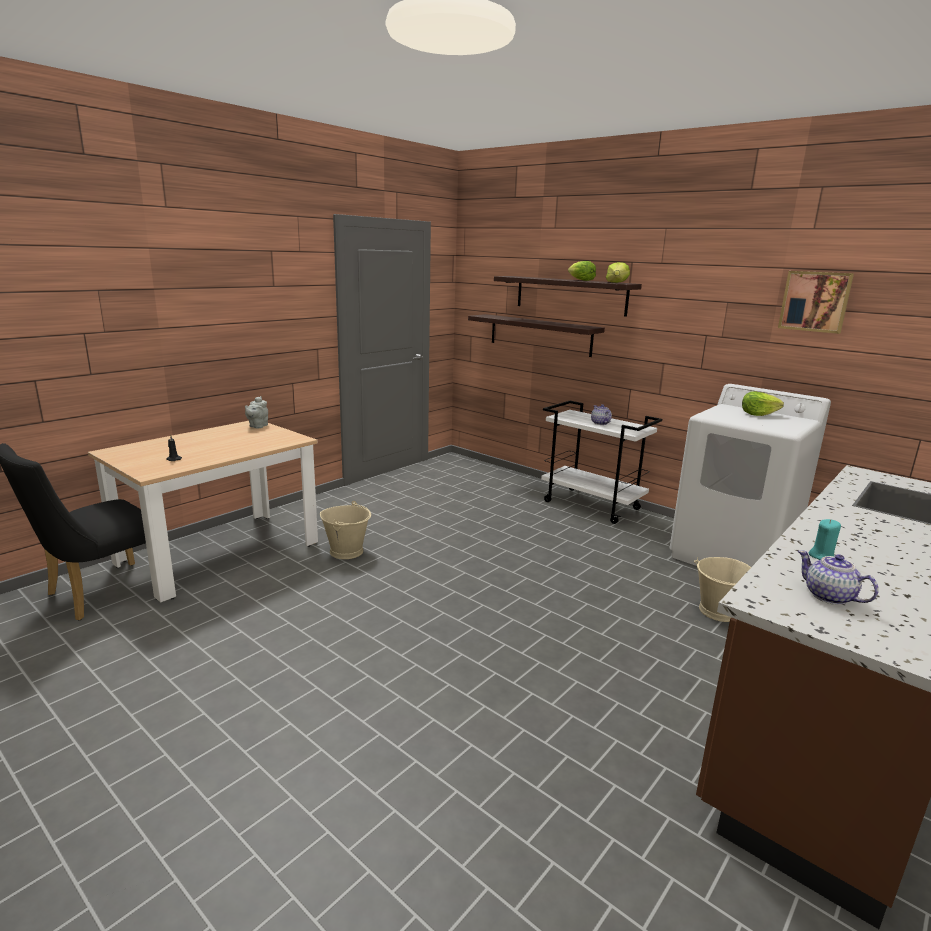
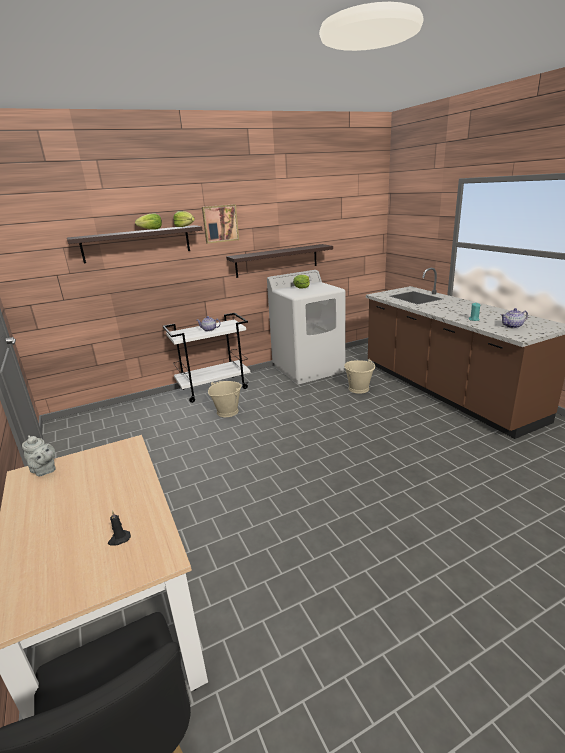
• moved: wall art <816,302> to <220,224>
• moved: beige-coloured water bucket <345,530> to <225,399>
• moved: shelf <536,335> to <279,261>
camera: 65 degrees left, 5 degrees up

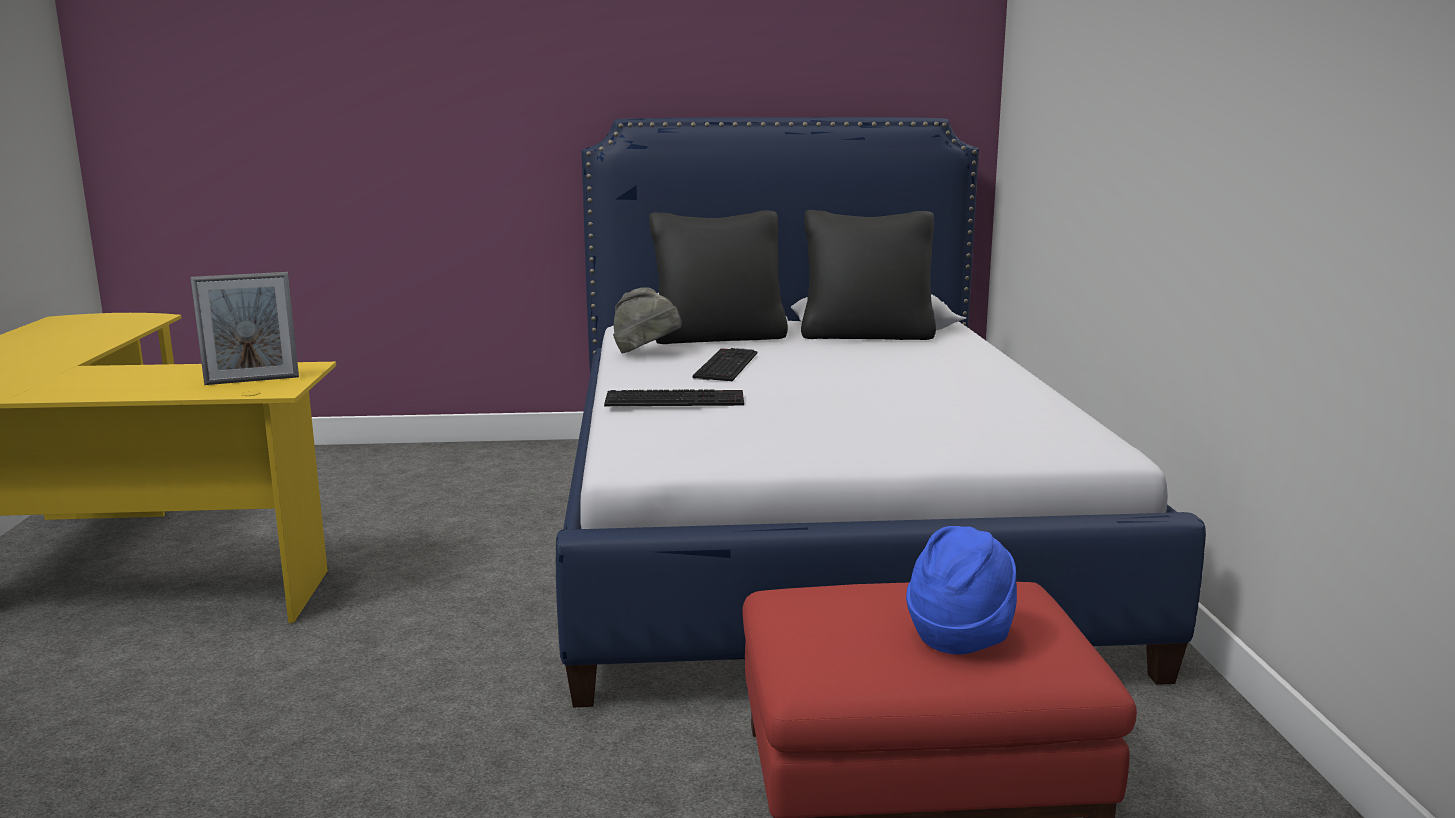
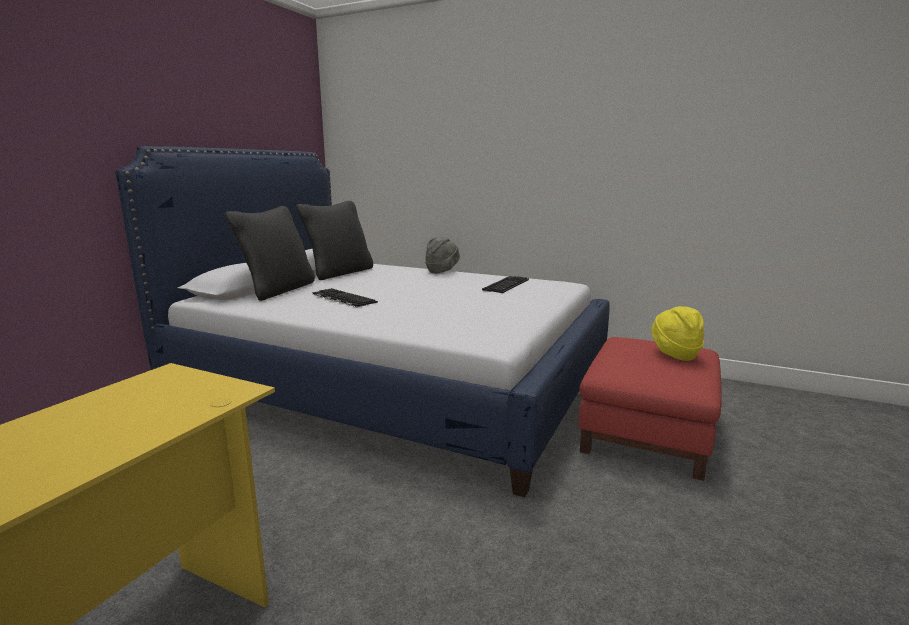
• moved: gray wearable hat <647,320> to <442,255>
• moved: PC keyboard <674,397> to <505,284>
• recoloured: blue wearable hat <961,590> to yellow-coloured wearable hat <677,333>
• removed: standing frame <244,328>
camera: 60 degrees left, 0 degrees up

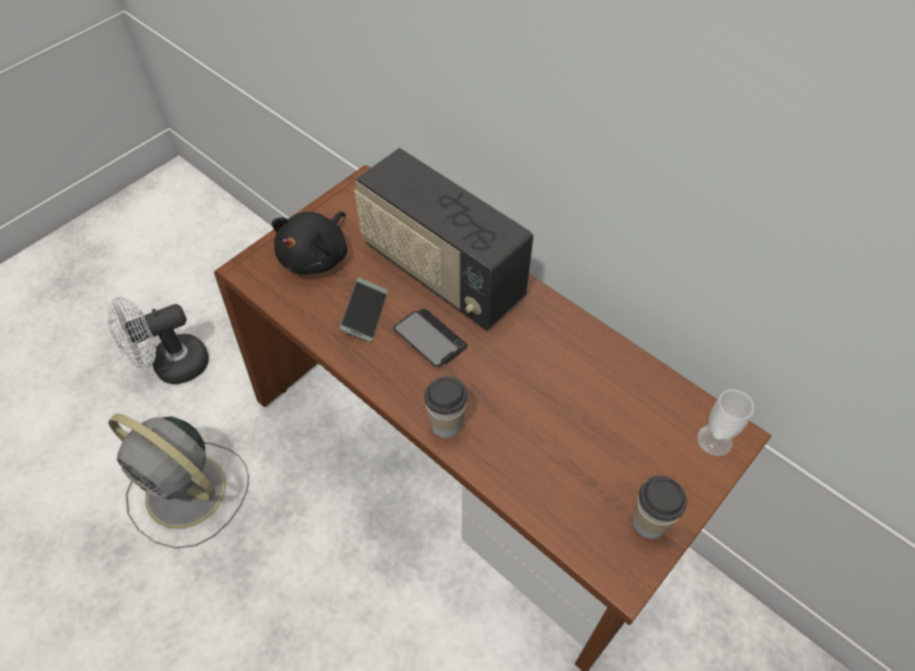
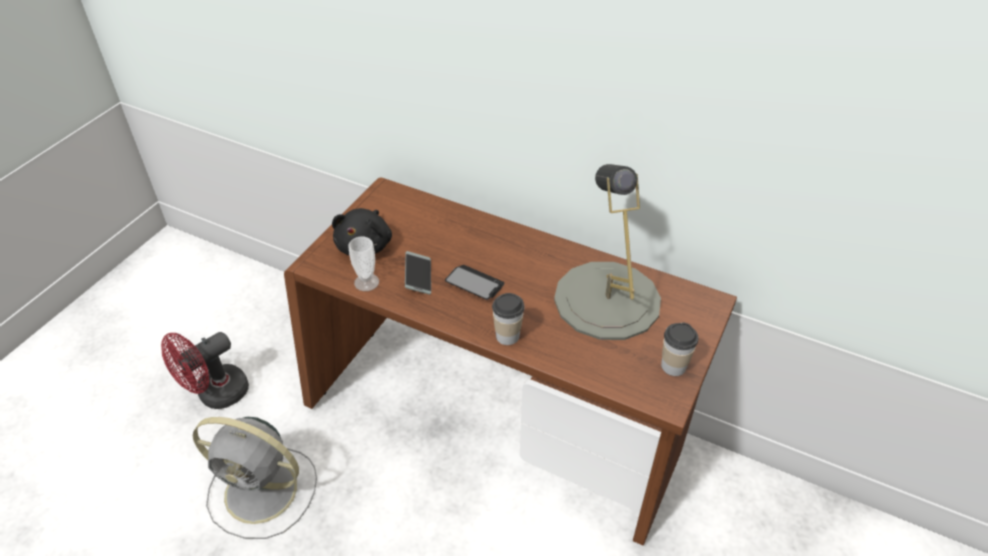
• recoloured: white cooling fan <158,340> to red cooling fan <205,370>
• moved: drinking cup <726,422> to <363,263>
• added: gray table lamp <607,252>
• removed: radio set <443,239>
camera: 15 degrees left, 10 degrees down

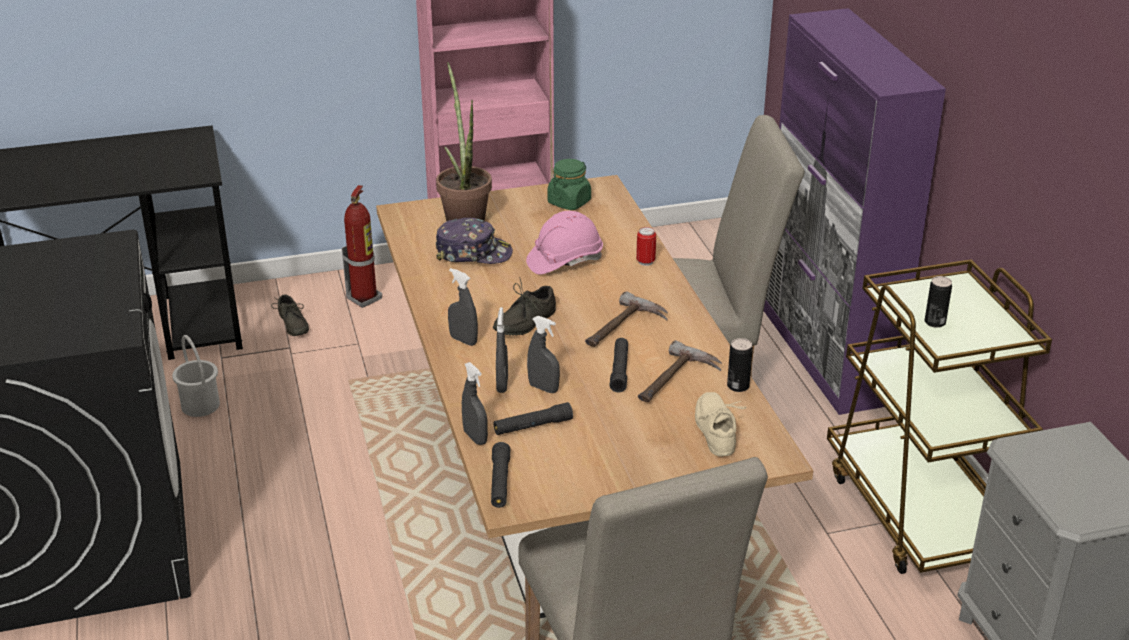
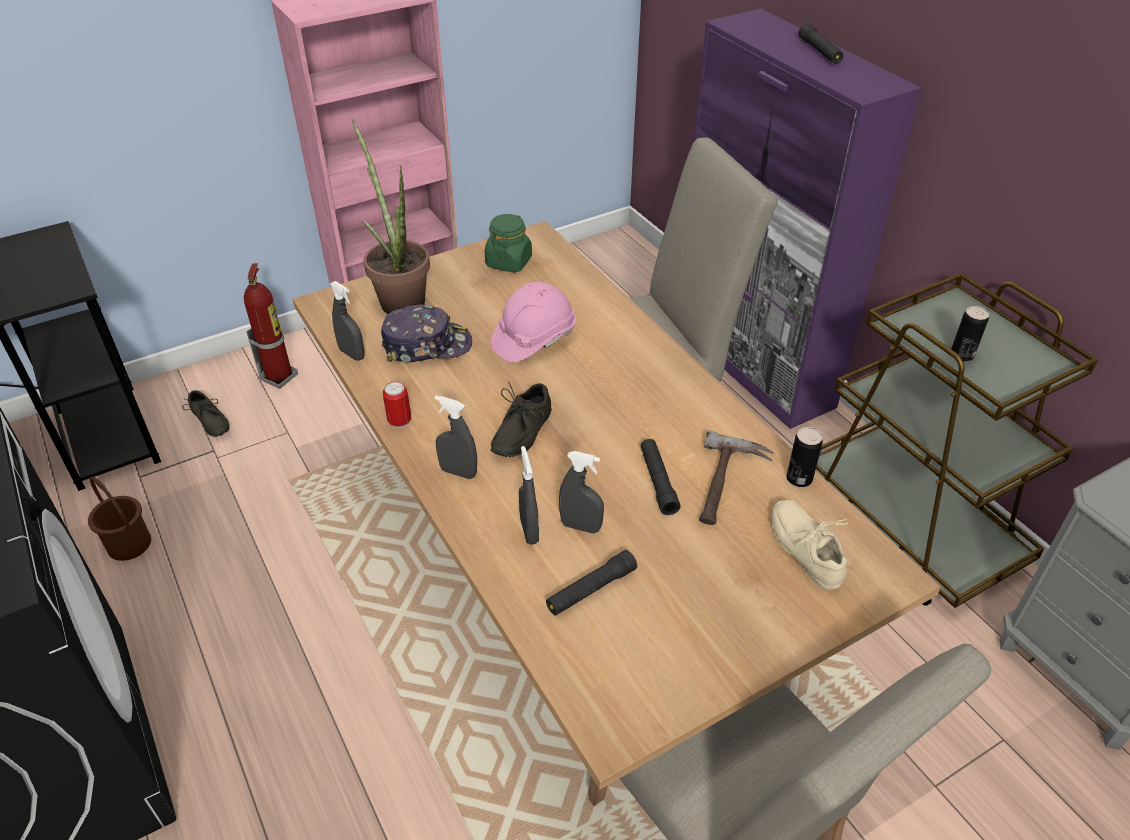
• recoloured: white water bucket <196,376> to brownish water bucket <119,518>
• moved: gray sprayer <475,403> to <347,320>
• moved: metal can <646,246> to <397,405>
• moved: black-coloured flashlight <500,475> to <821,43>
• removed: hammer <626,319>
camera: 15 degrees left, 10 degrees up

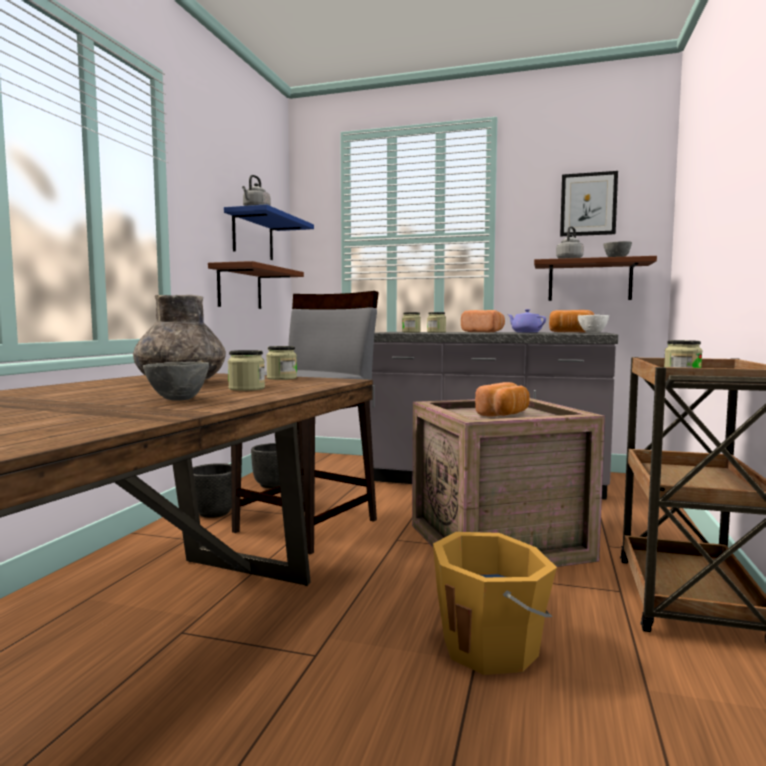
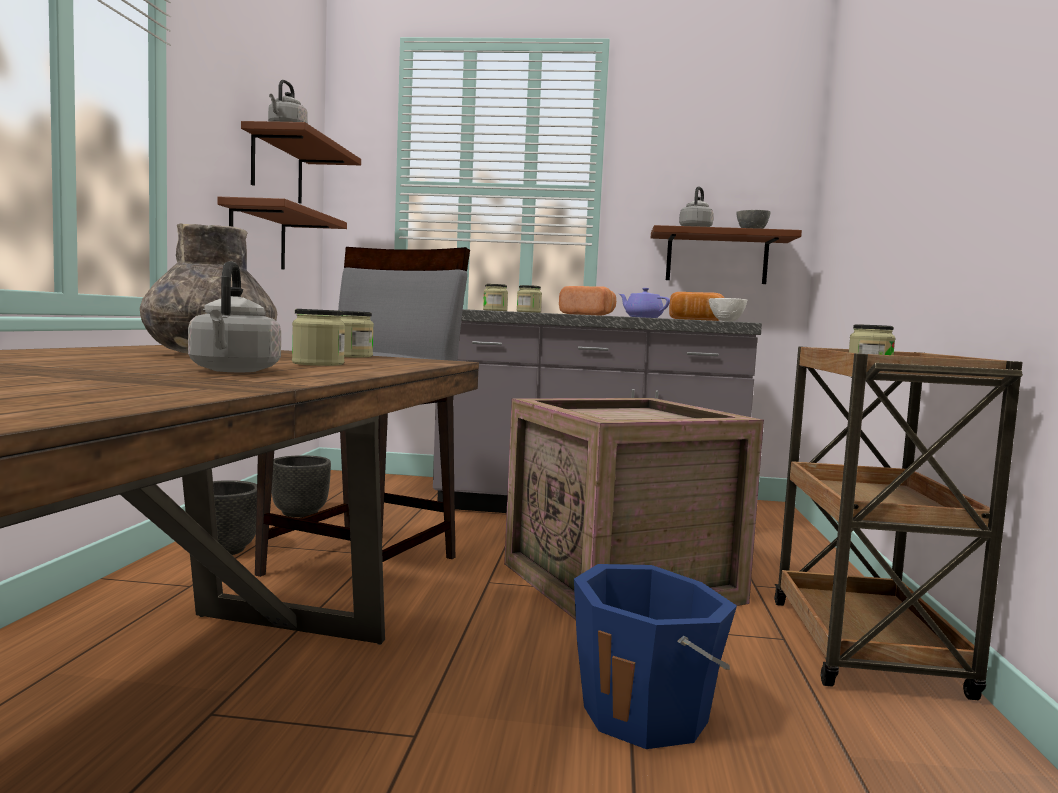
• replaced: gray deep dish <176,381> to gray tea kettle <234,316>
• recoloured: blue shelf <269,232> to brownish shelf <301,162>
• recoloured: orange-coloured water bucket <495,603> to blue water bucket <655,656>
• removed: baked bread <502,399>
• removed: wall art <589,203>
camera: 10 degrees left, 0 degrees up

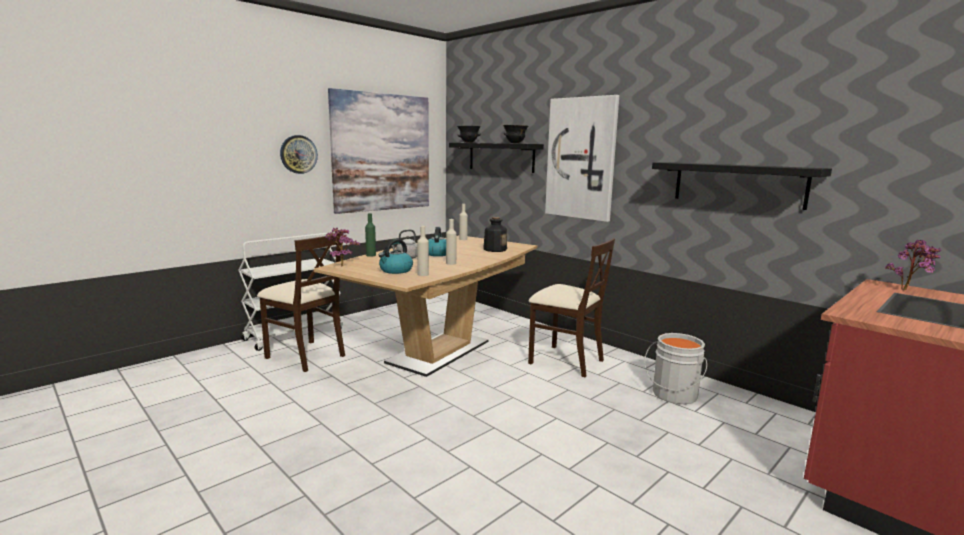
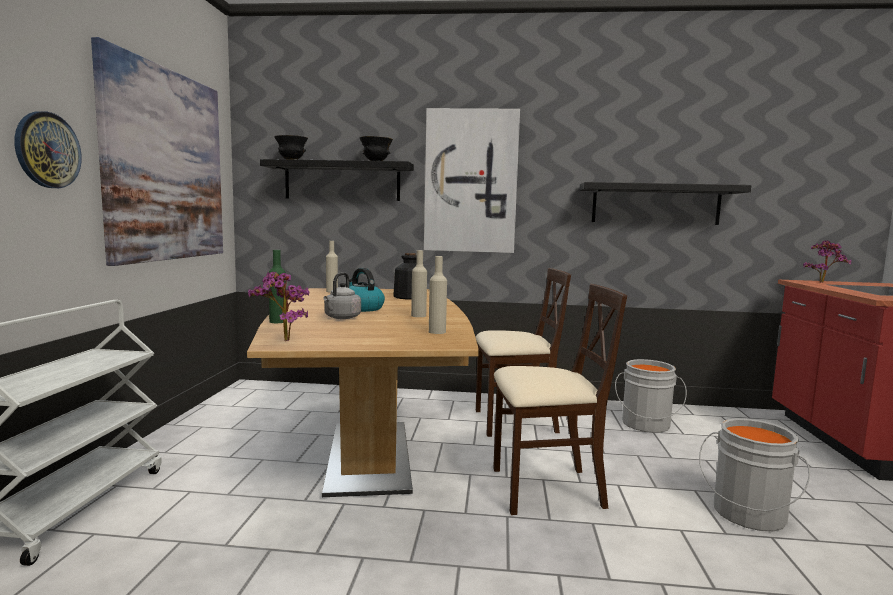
• moved: beige-coloured plain chair <301,303> to <560,399>
• added: gray water bucket <754,474>
• removed: tea kettle <396,256>
camera: 40 degrees left, 5 degrees down

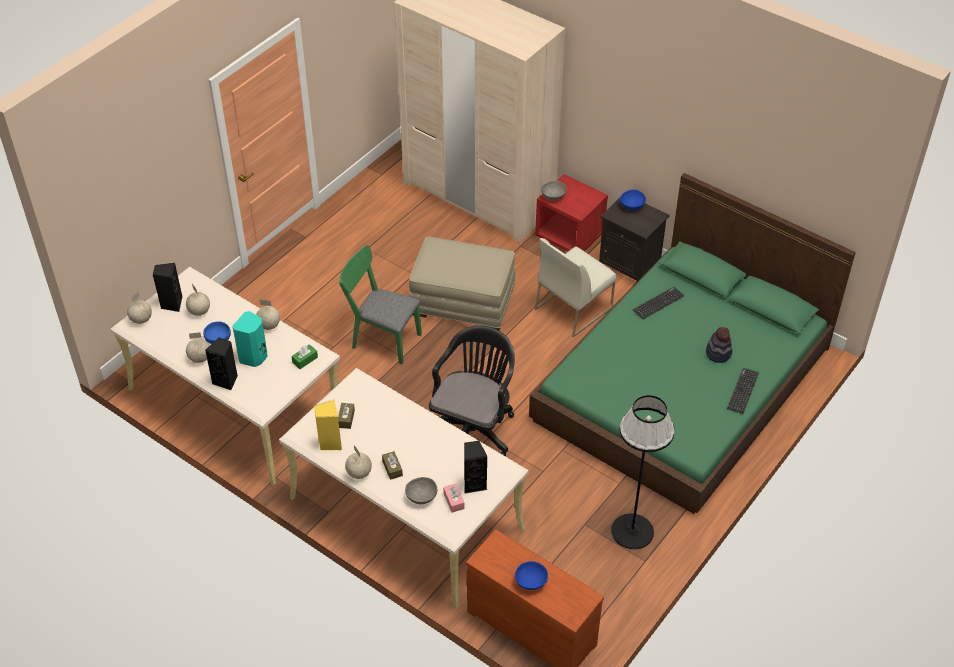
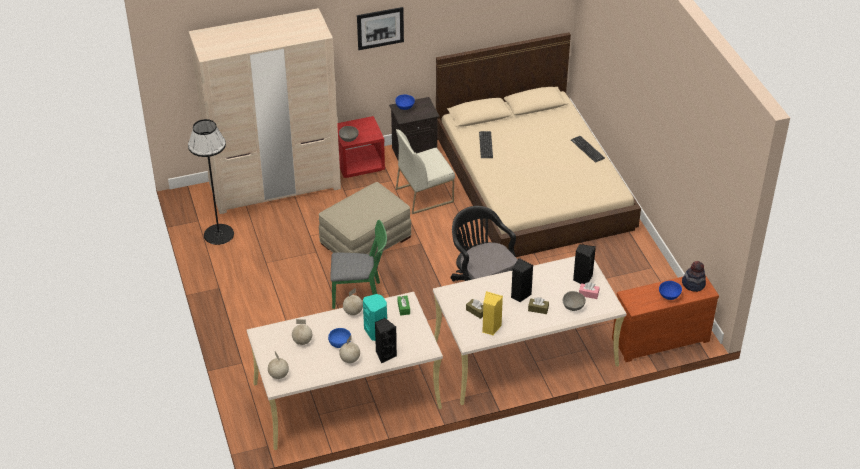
• moved: black-coloured standard lamp <643,472> to <211,182>
• turned: green plain chair <380,304> = <358,264> 150 degrees counterclockwise
• added: wall art <380,28>
• turned: white plain chair <576,287> = <425,171> 75 degrees clockwise
• recoloured: green bedroom bed <692,343> to beige-coloured bedroom bed <538,144>
• moved: black-coloured audio speaker <168,287> to <522,280>
• moved: wearable hat <719,345> to <694,276>
• removed: world globe <358,462>
camera: 55 degrees left, 5 degrees down

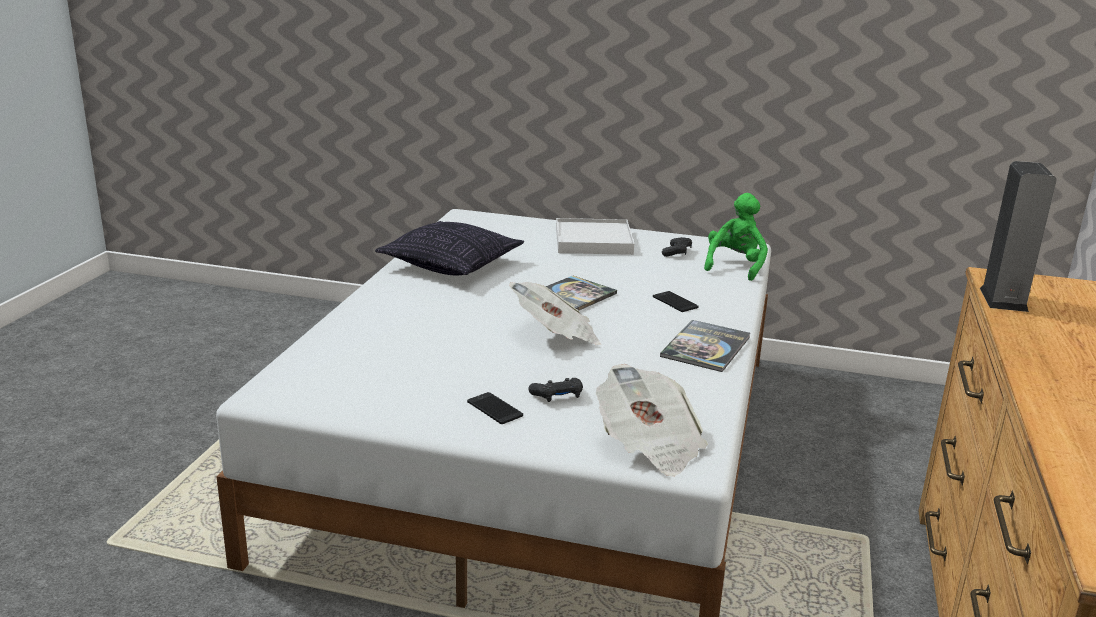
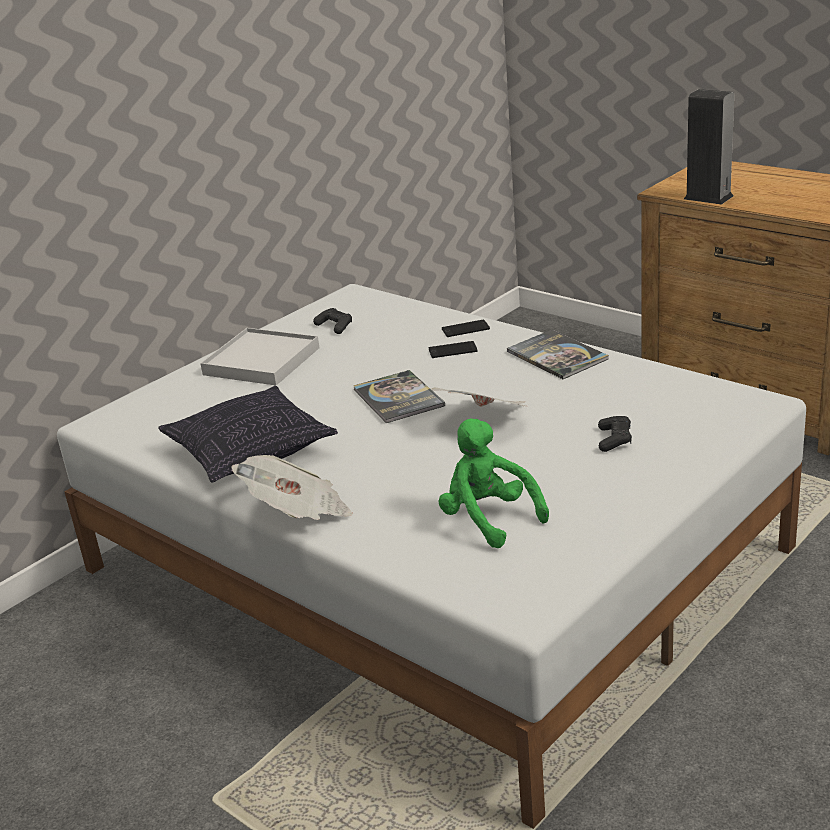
• moved: printed paper <652,420> to <292,487>
• moved: green cuddly toy <736,237> to <494,483>
• moved: handset <495,408> to <466,328>
camera: 60 degrees left, 5 degrees up

